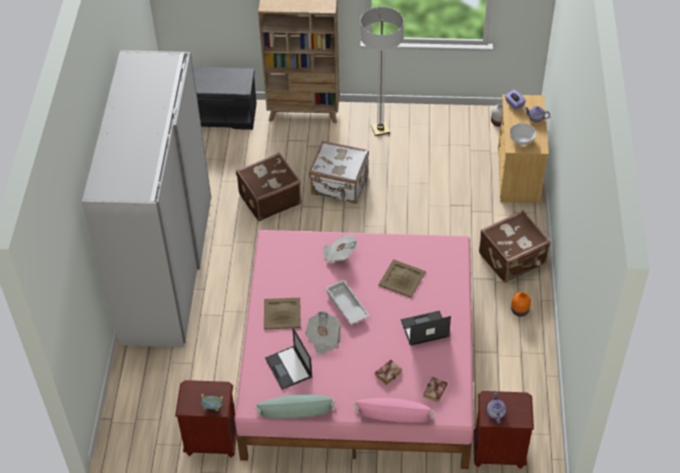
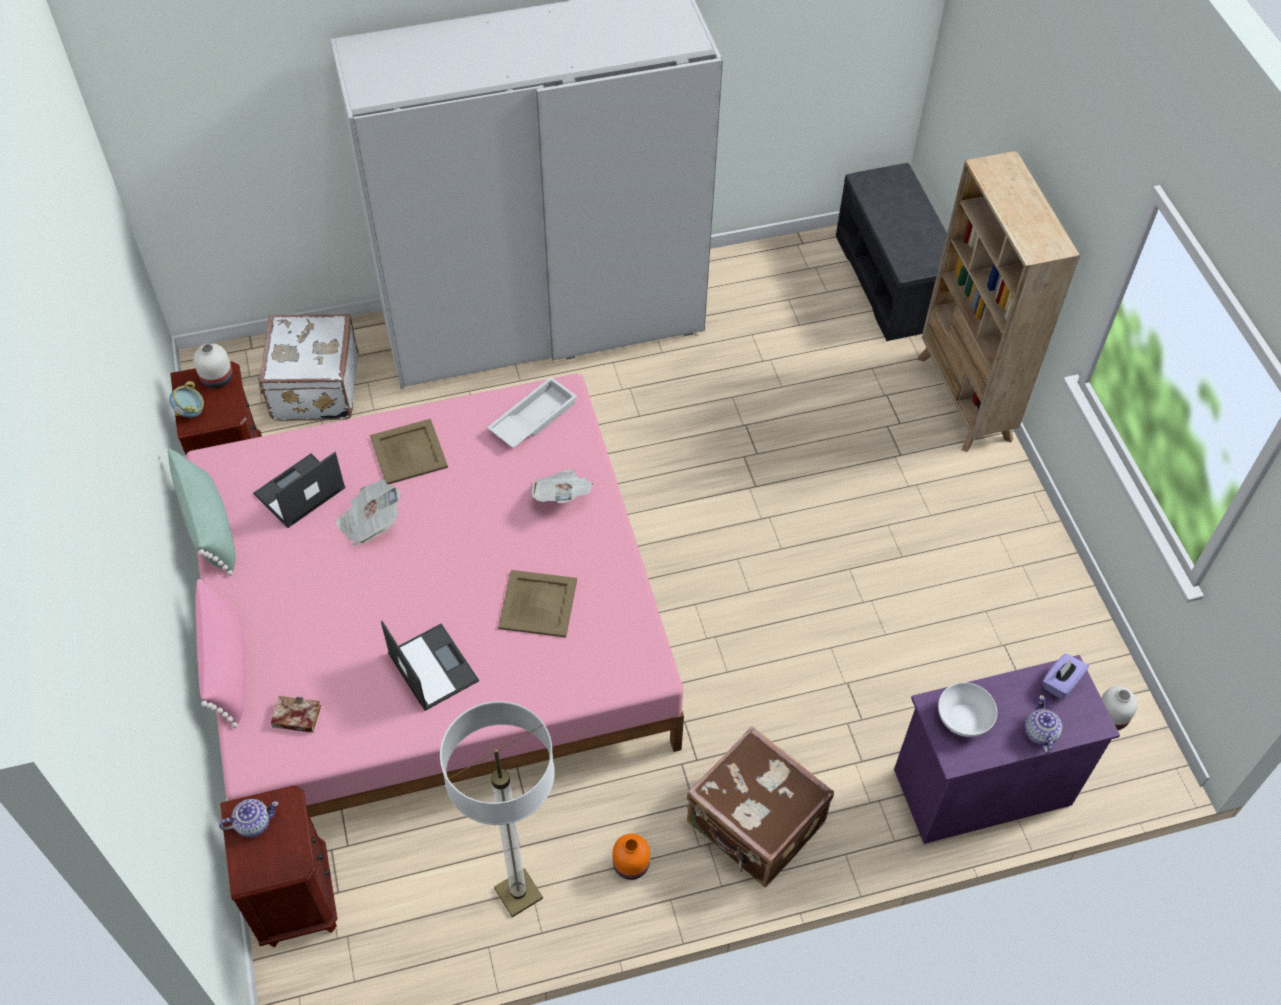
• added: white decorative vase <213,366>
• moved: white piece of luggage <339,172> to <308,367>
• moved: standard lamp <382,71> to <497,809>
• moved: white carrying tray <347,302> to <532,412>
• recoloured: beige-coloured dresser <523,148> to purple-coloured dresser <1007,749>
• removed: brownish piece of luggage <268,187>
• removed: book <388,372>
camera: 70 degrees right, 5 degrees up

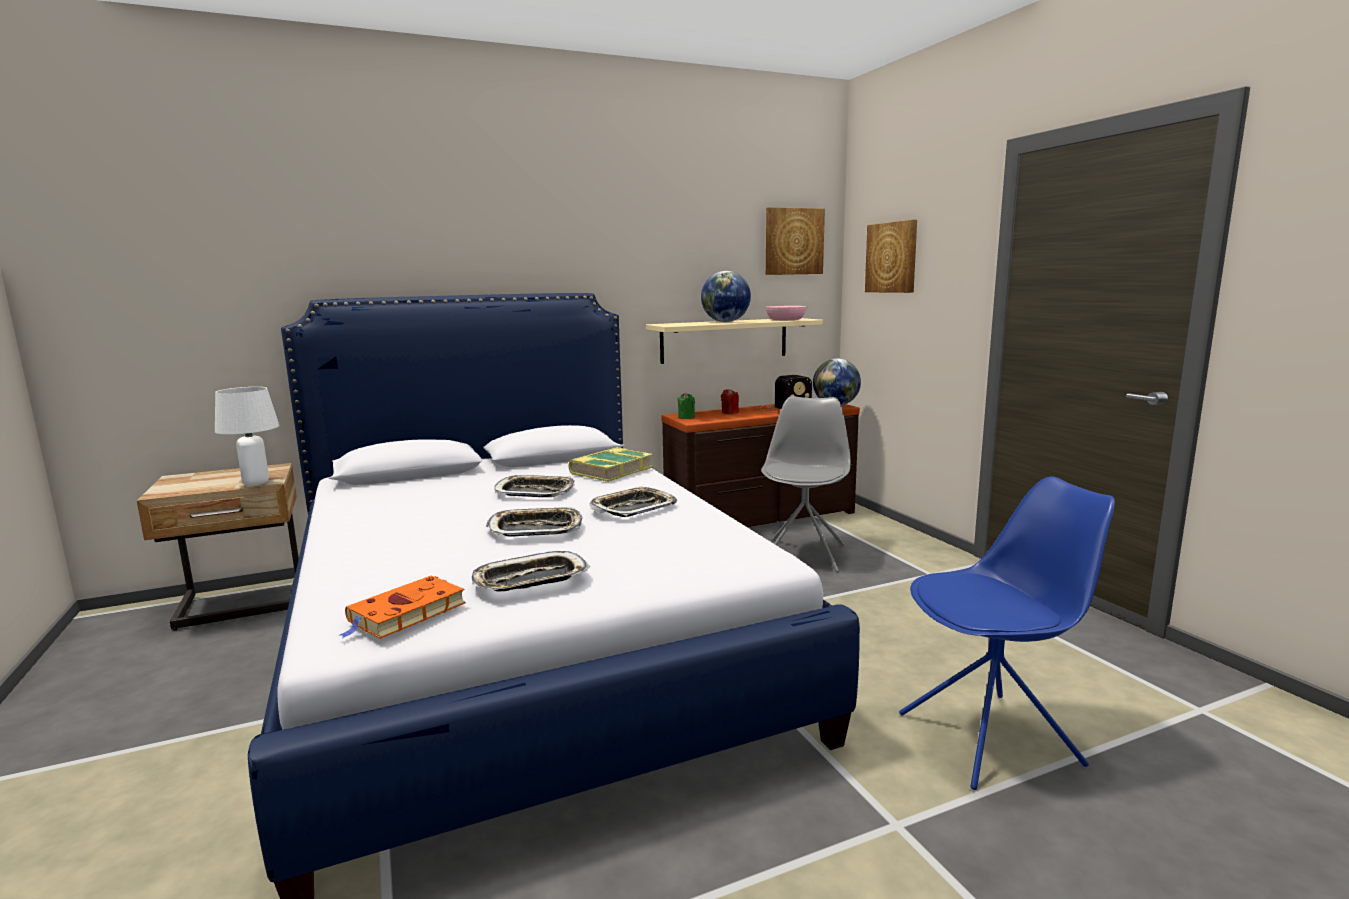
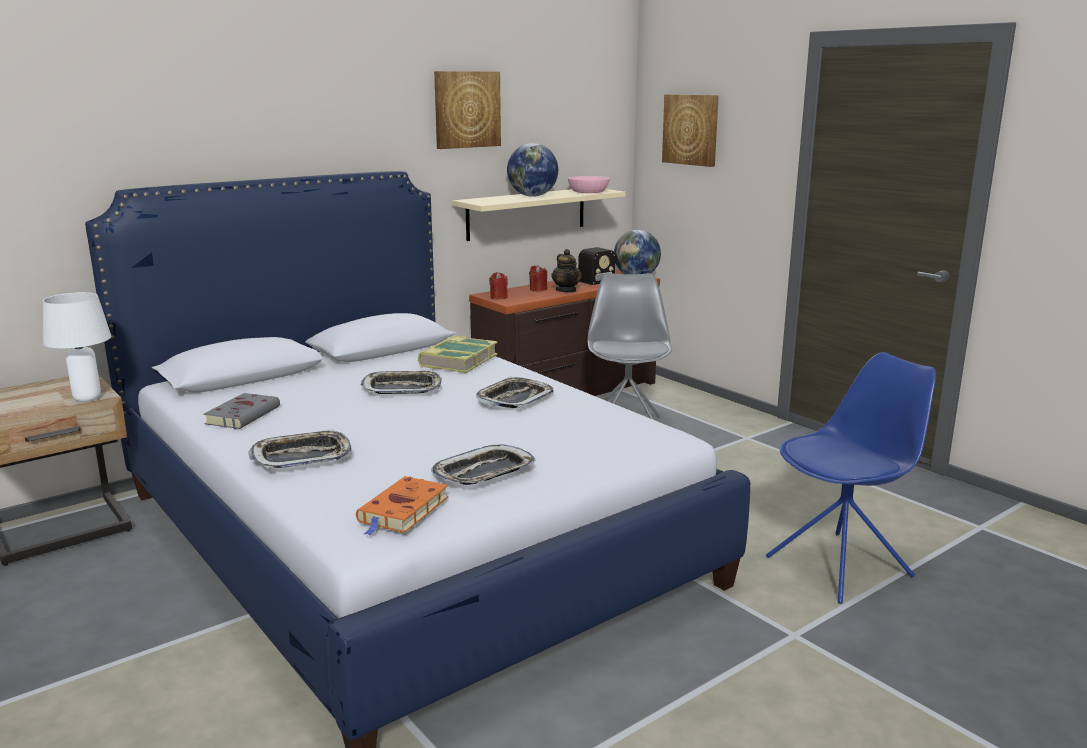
• added: gray book <241,411>
• moved: carrying tray <534,521> to <300,449>
• moved: wall art <795,241> to <467,110>
• recoloured: green wax light <686,406> to red wax light <498,285>
• added: tea pot <566,270>
camera: 15 degrees left, 5 degrees up

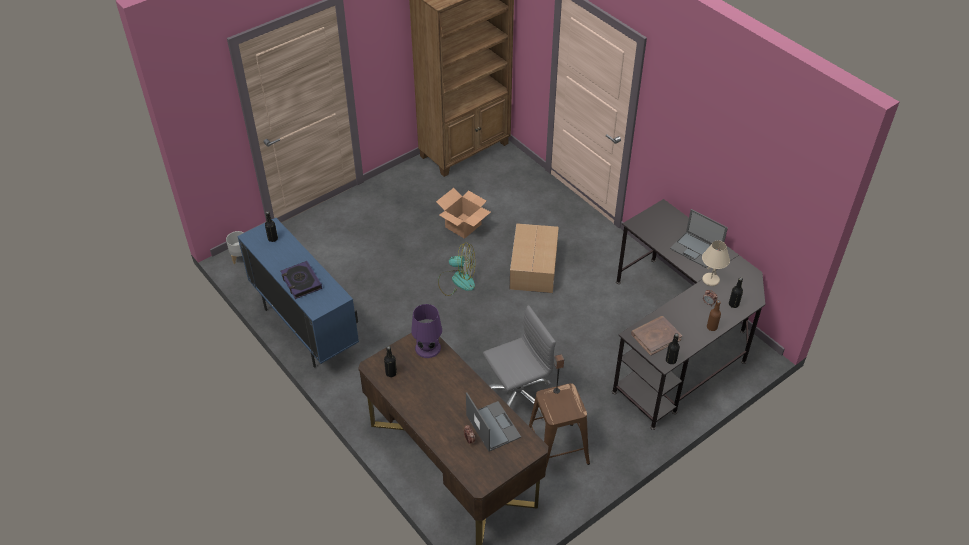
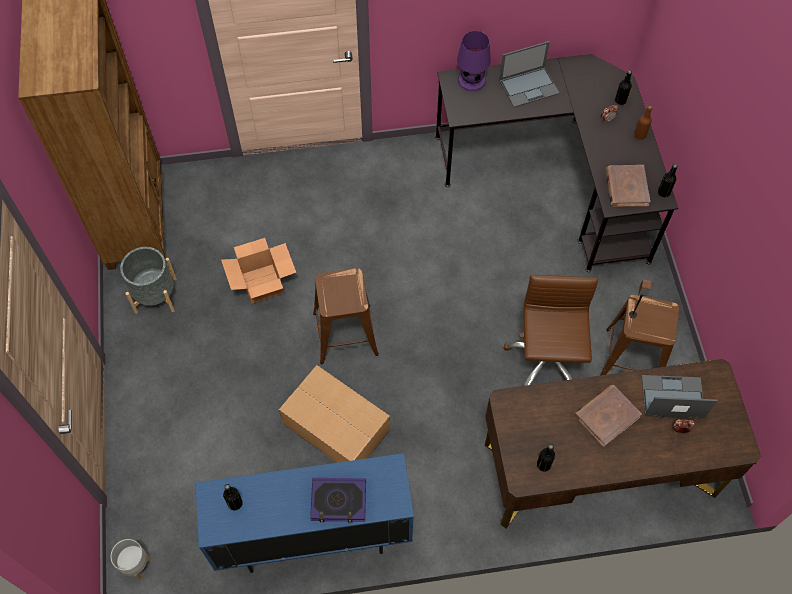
• added: gray planter <148,280>
• moved: carton <534,258> to <334,414>
• replaced: cooling fan <456,269> to brownish stool seat <346,316>
• moved: purple-coloured table lamp <426,331> to <474,61>
• recoloured: gray desk chair <519,363> to brownish desk chair <550,330>
• added: brownish book <608,416>
• removed: beige-coloured table lamp <716,263>
camera: 60 degrees left, 15 degrees up

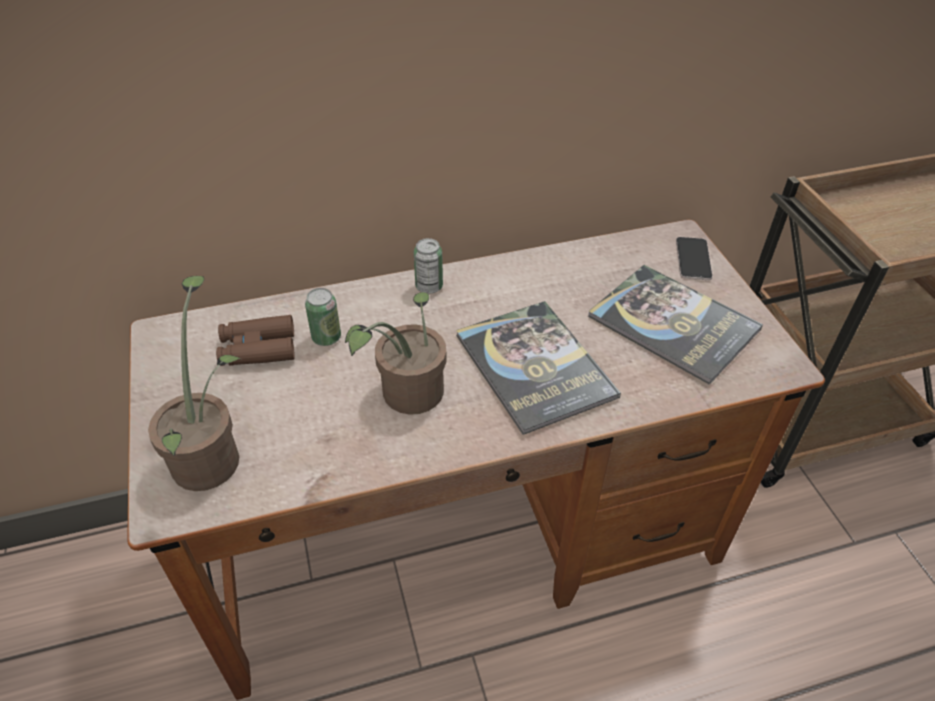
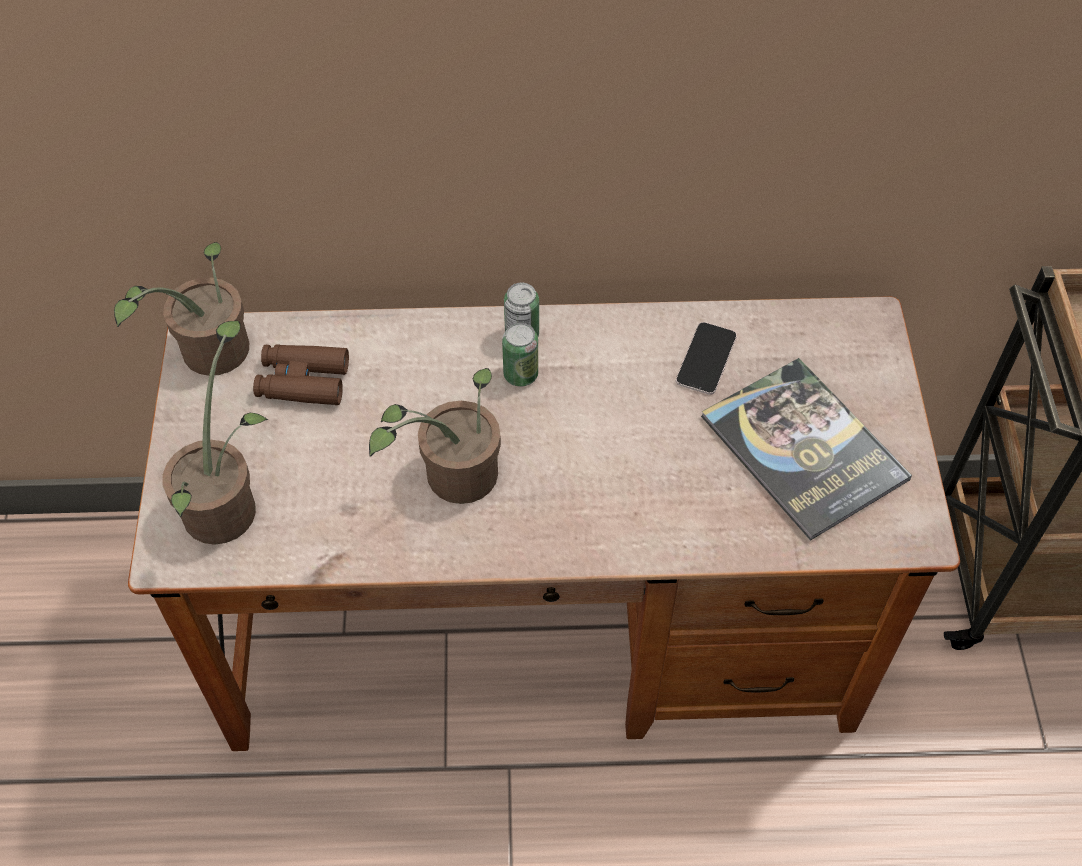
• added: potted plant <181,309>
• moved: metal can <323,317> to <520,354>
• moved: handset <694,258> to <706,358>
• removed: book <538,368>
camera: 15 degrees right, 10 degrees up

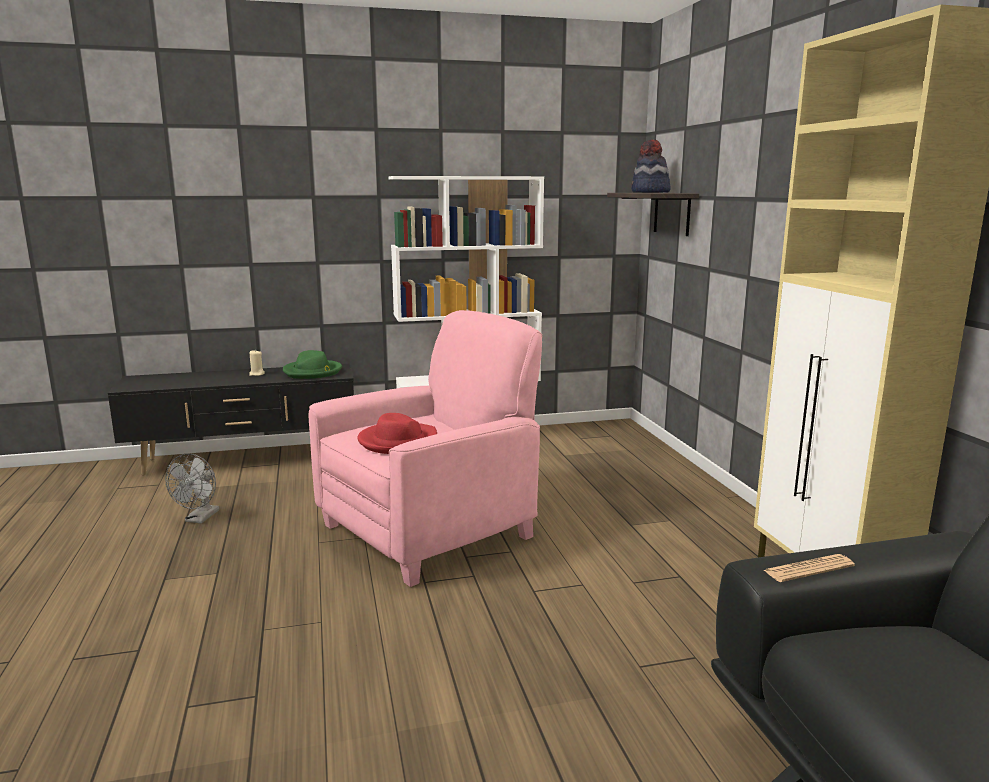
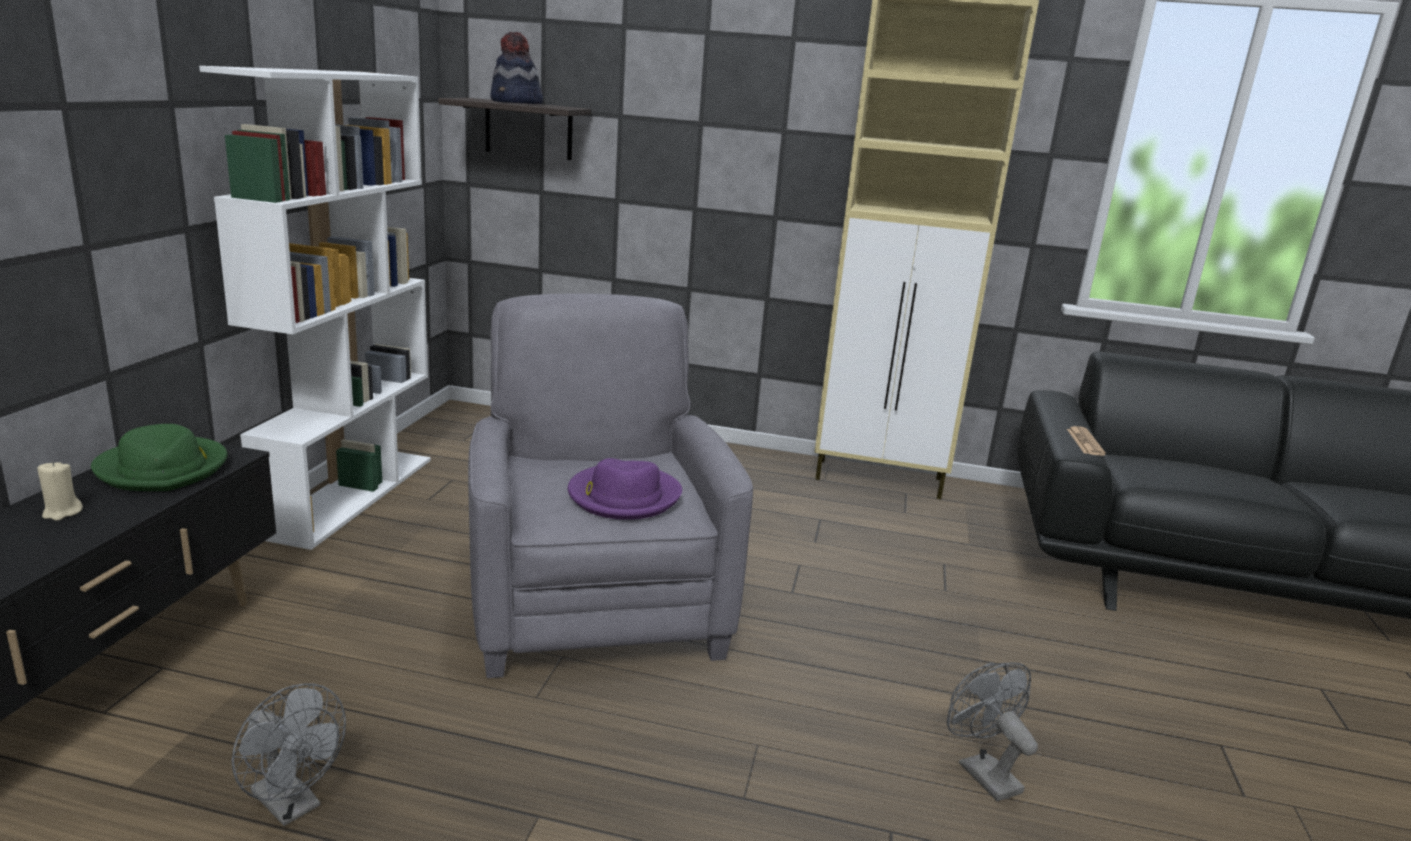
• recoloured: pink-coloured armchair <425,448> to gray armchair <610,486>
• recoloured: red wearable hat <397,433> to purple-coloured wearable hat <625,489>
• added: gray cooling fan <992,731>
camera: 65 degrees left, 5 degrees up

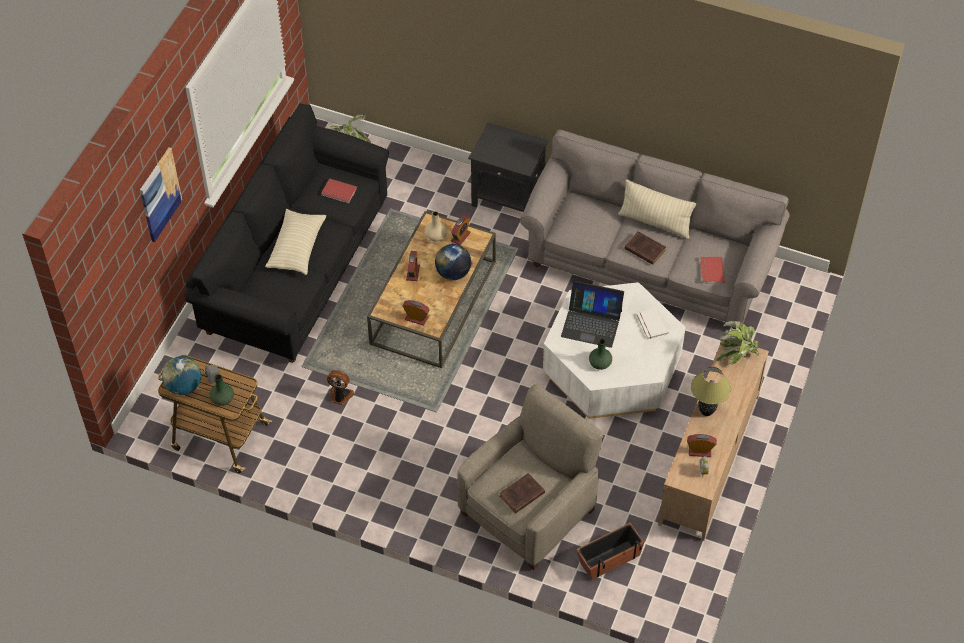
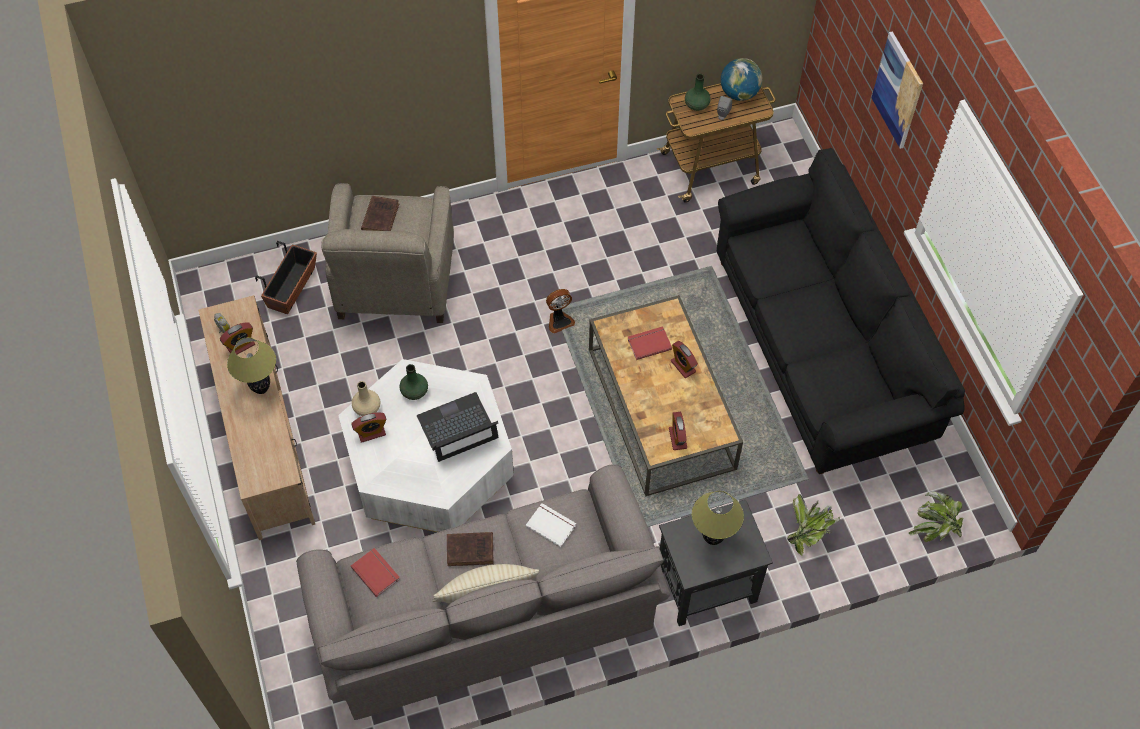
• moved: beige-coloured decorative vase <436,226> to <366,398>
• moved: alarm clock <416,313> to <369,428>
• moved: white book <653,324> to <551,525>
• moved: cooling fan <340,387> to <560,311>
• moved: red book <339,191> to <650,343>
• added: table lamp <718,518>
• moved: potted plant <738,343> to <813,525>
• removed: beige-coloured throw pillow <295,242>
• removed: world globe <453,262>
camera: 140 degrees right, 5 degrees up

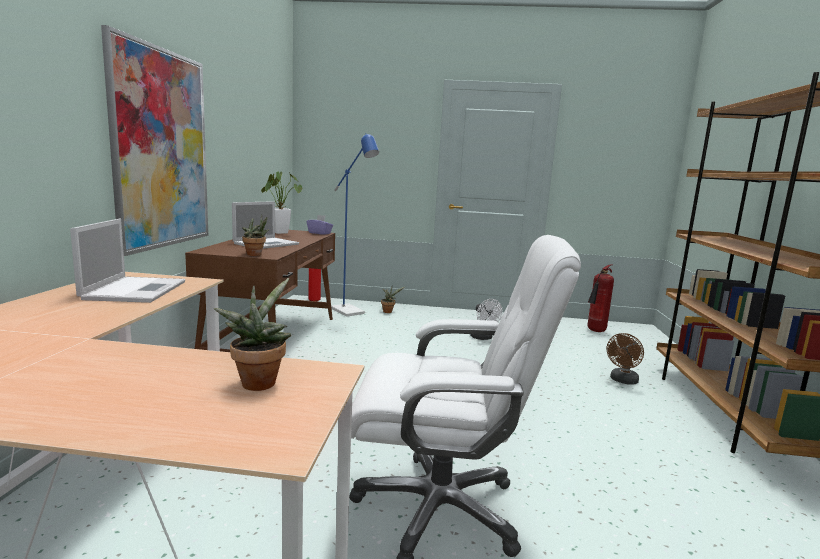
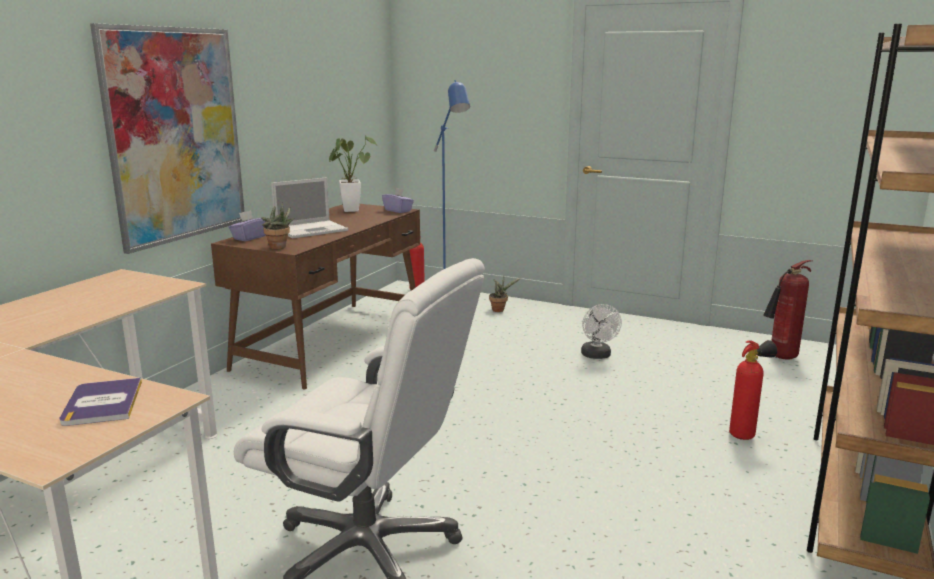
• replaced: potted plant <252,334> to book <100,402>
• added: purple-coloured box of tissues <247,225>
• replaced: brownish cooling fan <625,359> to fire-fighting cylinder <753,390>
• removed: notebook computer <127,260>
camera: 20 degrees right, 5 degrees up

